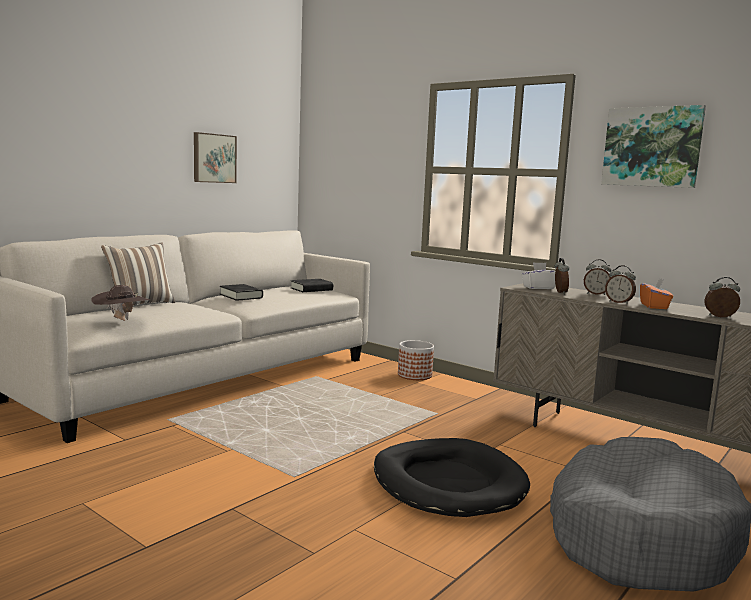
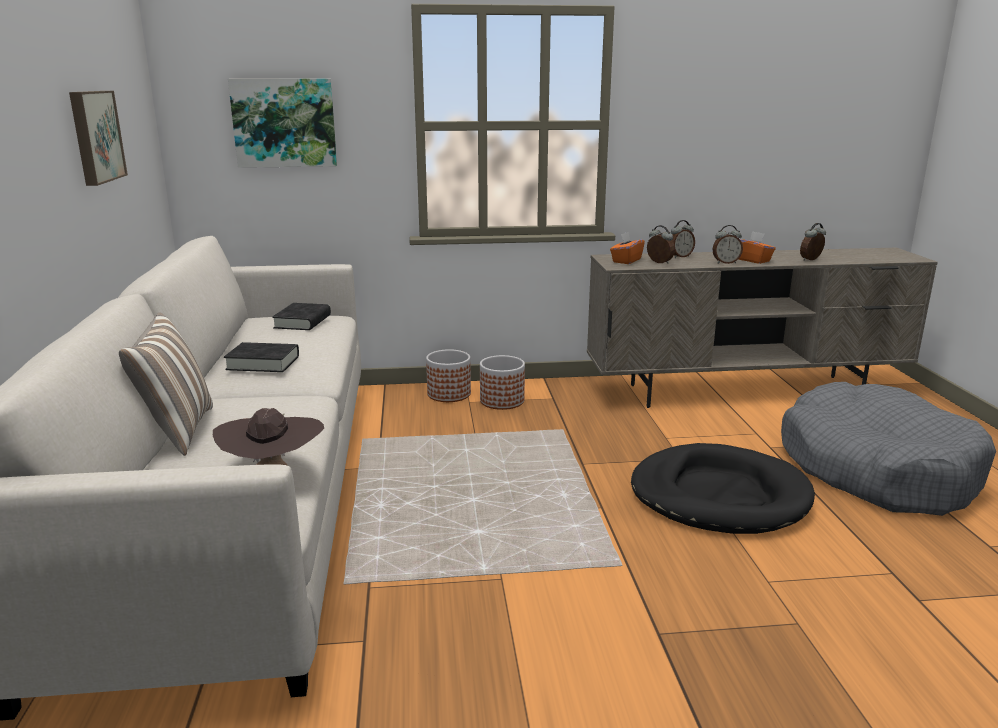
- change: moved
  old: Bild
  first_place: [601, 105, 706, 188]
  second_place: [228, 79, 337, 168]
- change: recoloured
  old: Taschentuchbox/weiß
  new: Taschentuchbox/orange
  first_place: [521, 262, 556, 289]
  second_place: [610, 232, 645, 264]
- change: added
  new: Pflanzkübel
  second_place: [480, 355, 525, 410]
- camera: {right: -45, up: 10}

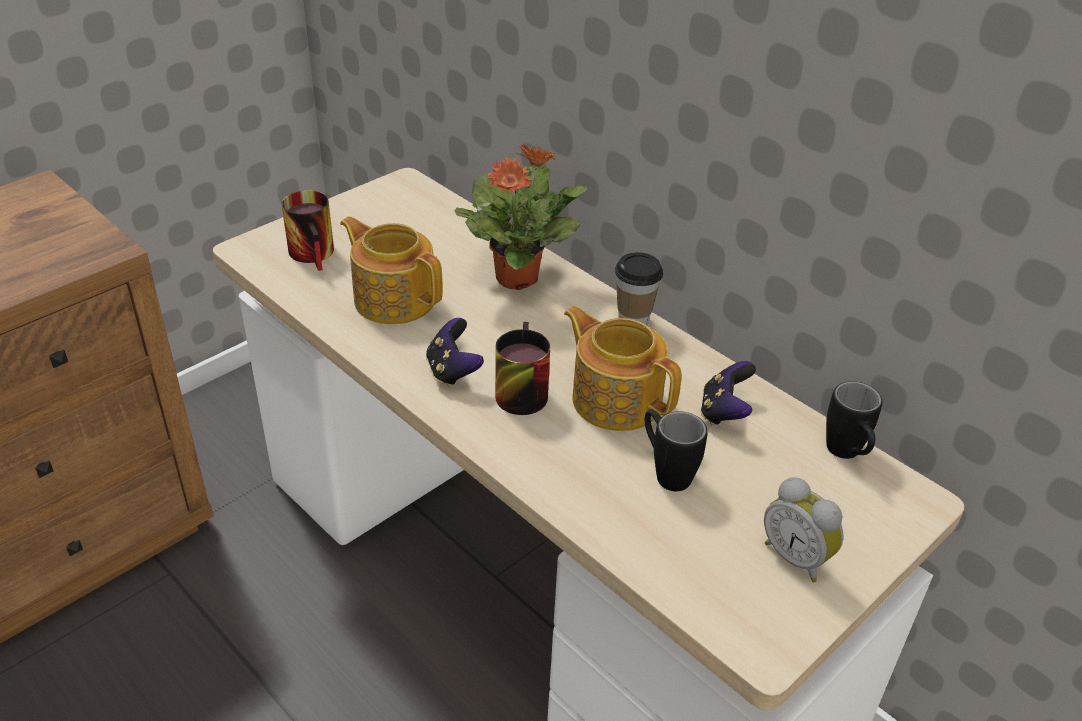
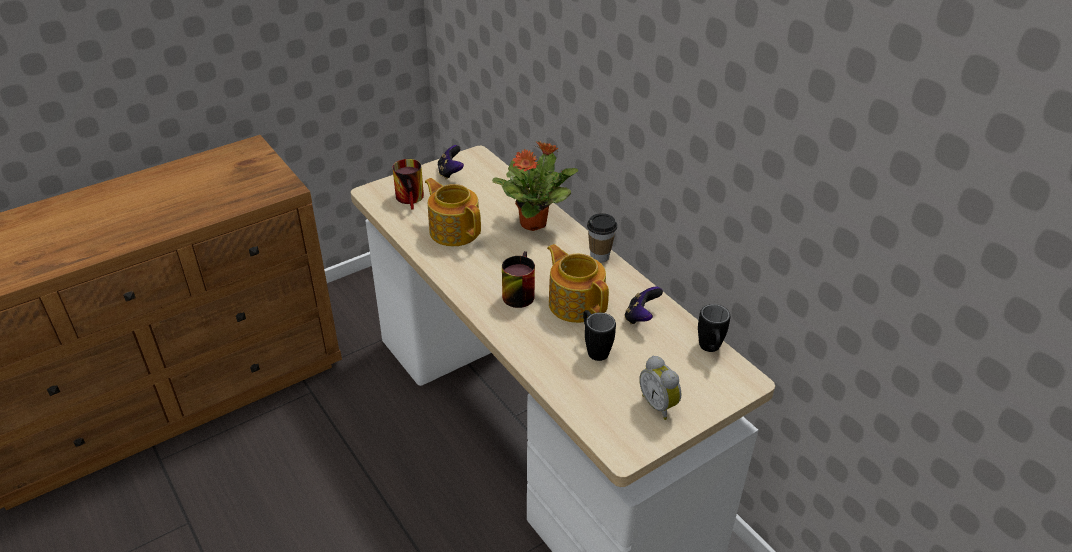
- change: moved
  old: Gamepad
  first_place: [426, 318, 484, 387]
  second_place: [438, 145, 464, 179]
- camera: {right: 10, up: 0}

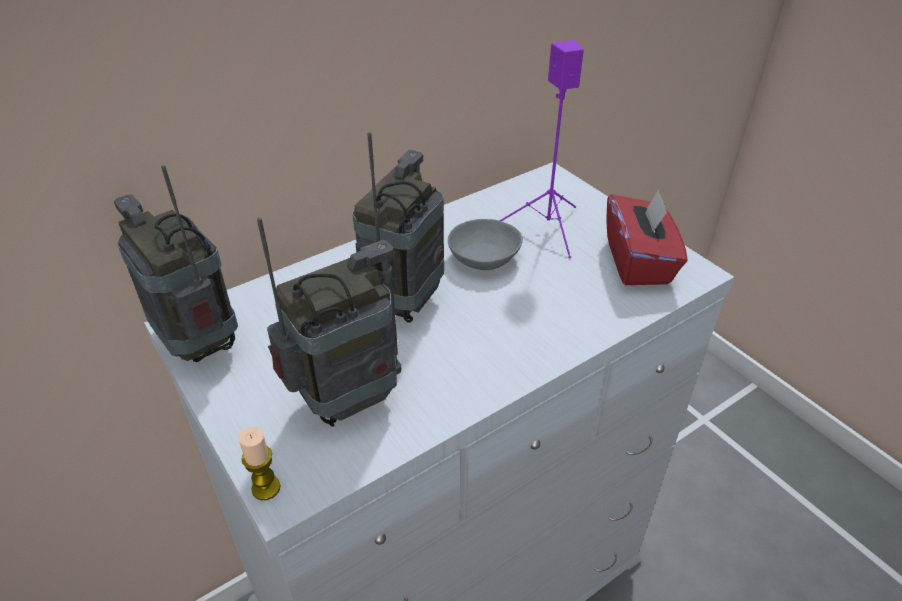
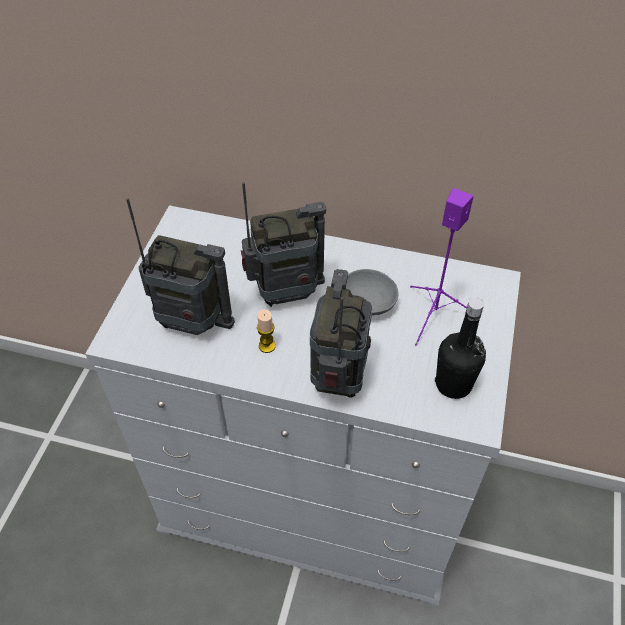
- change: moved
  old: Radio
  first_place: [114, 165, 238, 362]
  second_place: [310, 269, 372, 398]
- change: replaced
  old: Taschentuchbox/rot
  new: Flasche/schwarz
  first_place: [606, 190, 688, 285]
  second_place: [435, 297, 486, 399]
- change: moved
  old: Kerze
  first_place: [238, 427, 281, 500]
  second_place: [257, 309, 276, 353]
- camera: {right: 50, up: 10}

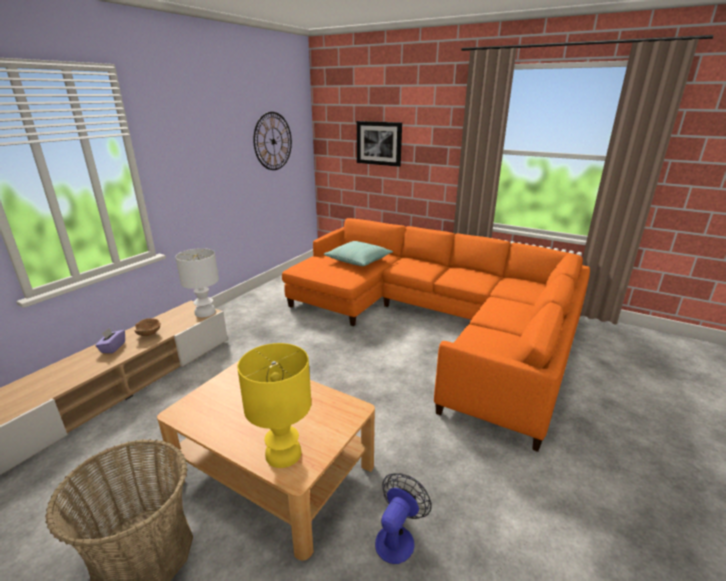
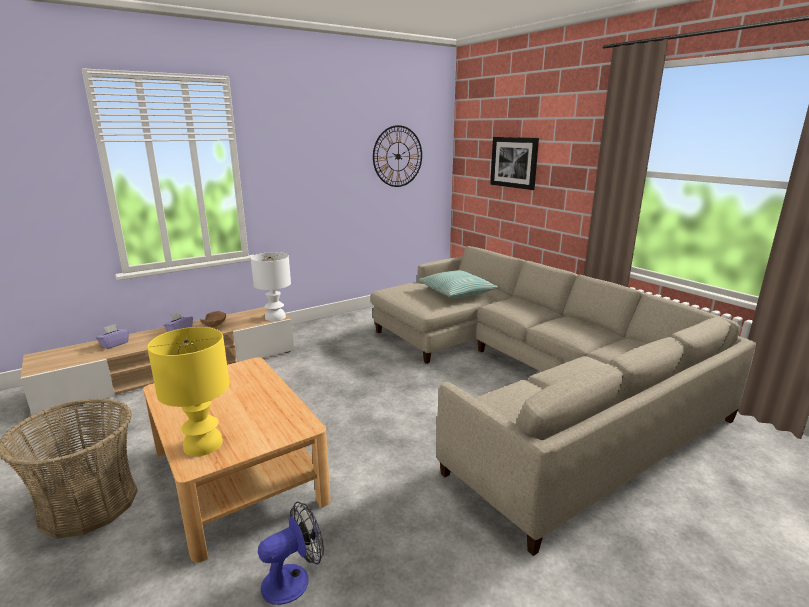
- change: recoloured
  old: Sofa/orange
  new: Sofa/beige
  first_place: [282, 218, 590, 452]
  second_place: [370, 246, 756, 556]
- change: added
  new: Taschentuchbox/lila
  second_place: [96, 324, 129, 349]
- camera: {right: 25, up: -5}

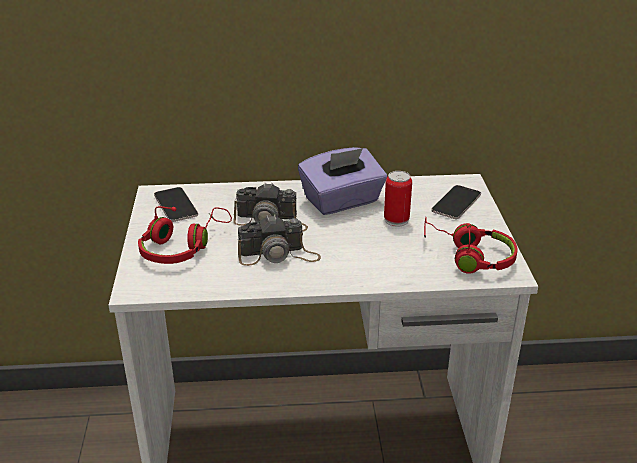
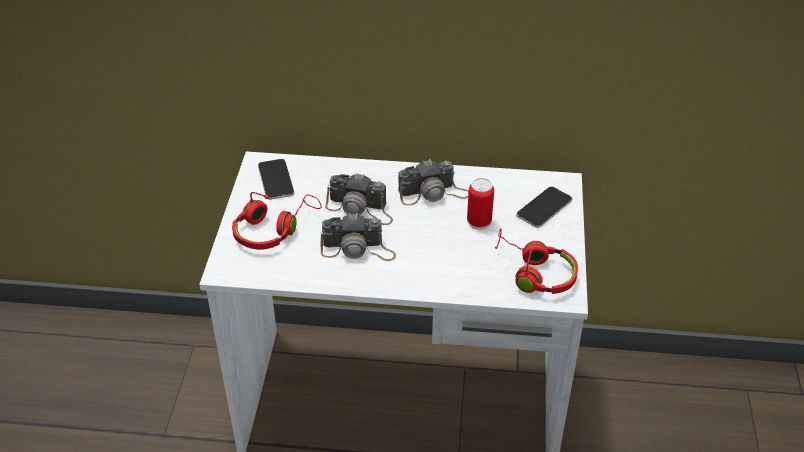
- change: replaced
  old: Taschentuchbox/lila
  new: Kamera
  first_place: [298, 147, 387, 215]
  second_place: [398, 159, 469, 205]
- camera: {right: 10, up: 10}

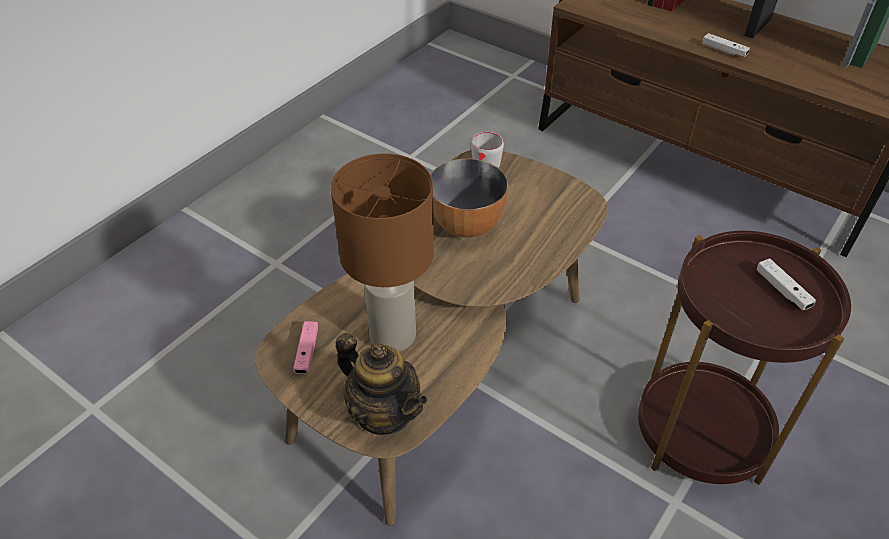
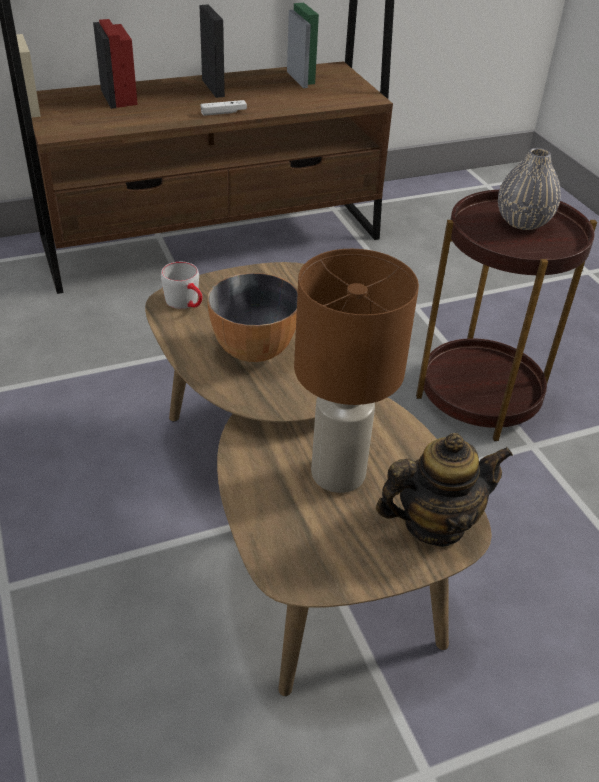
- change: replaced
  old: Gamepad/weiß
  new: Vase/grau
  first_place: [757, 258, 816, 310]
  second_place: [498, 148, 561, 230]
- change: removed
  old: Gamepad/rosa
  first_place: [293, 321, 318, 374]
- camera: {right: -60, up: -5}

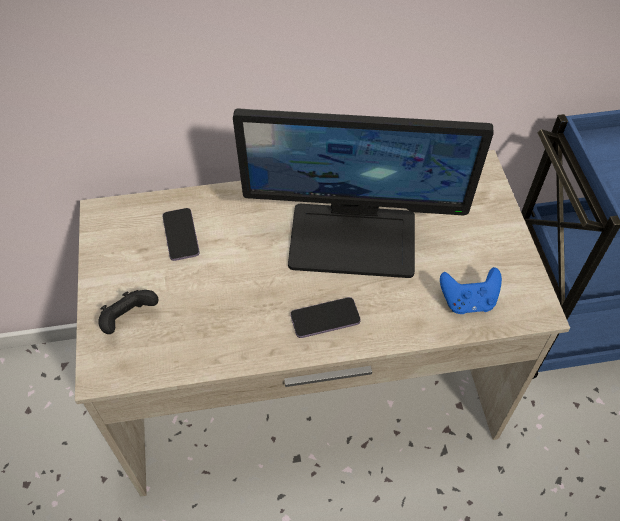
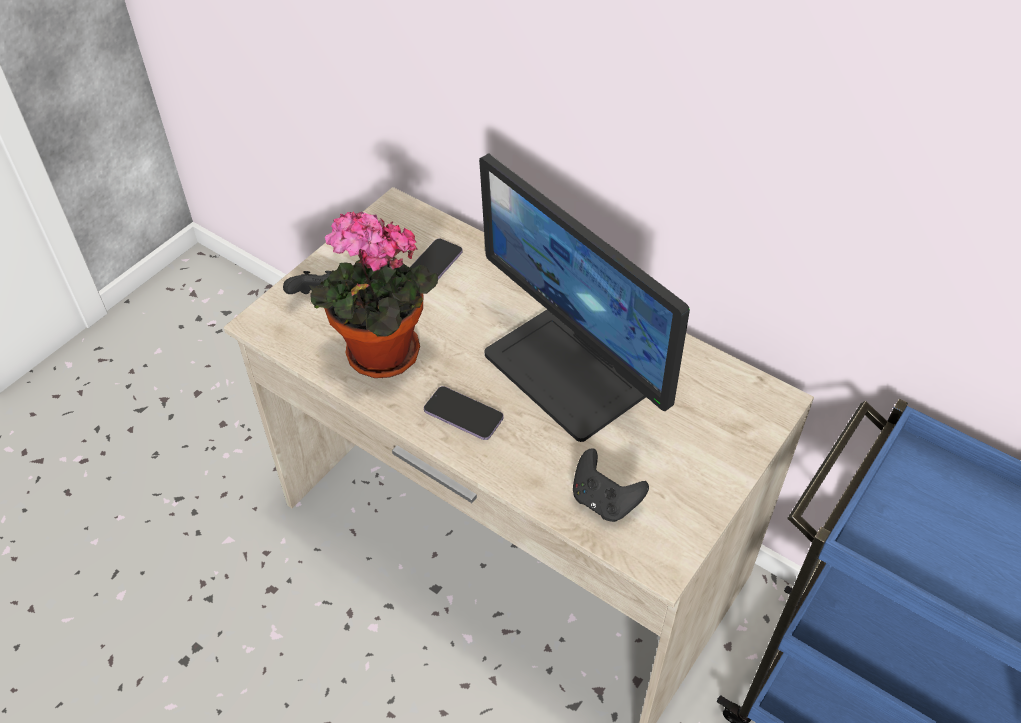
- change: recoloured
  old: Gamepad/blau
  new: Gamepad/schwarz
  first_place: [440, 267, 502, 314]
  second_place: [573, 448, 649, 522]
- change: added
  new: Topfpflanze
  second_place: [309, 212, 438, 378]
- camera: {right: 45, up: -5}

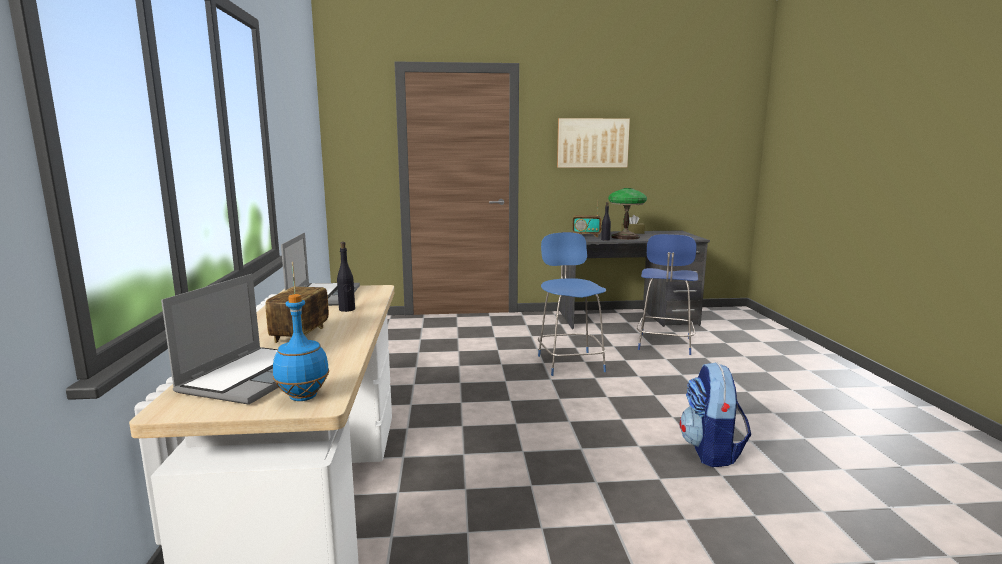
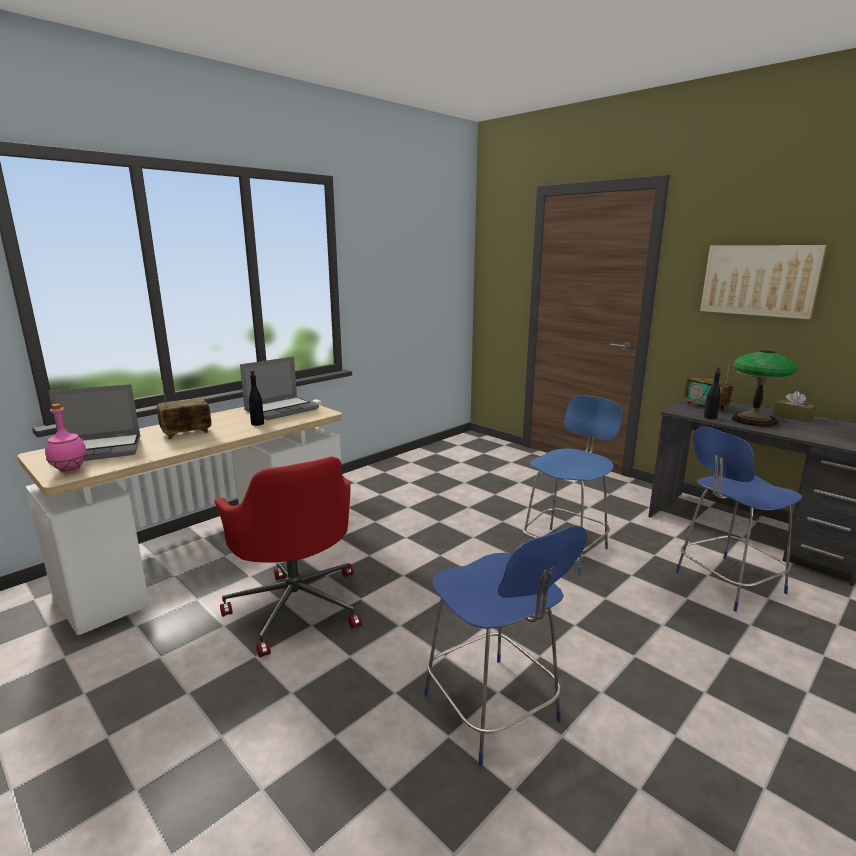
- change: recoloured
  old: Flasche/blau
  new: Flasche/rosa
  first_place: [273, 294, 329, 401]
  second_place: [45, 404, 87, 473]
- change: replaced
  old: Rucksack
  new: Stuhl/blau
  first_place: [680, 362, 751, 467]
  second_place: [424, 525, 587, 767]
- change: added
  new: Bürostuhl/rot
  second_place: [214, 457, 362, 658]
- camera: {right: 50, up: 5}

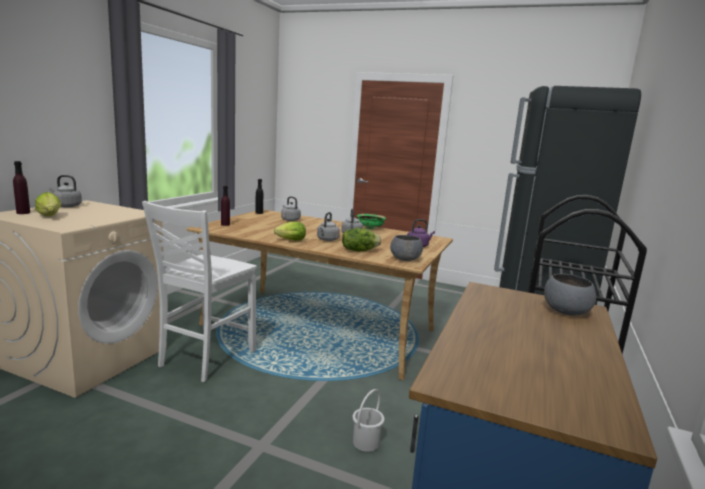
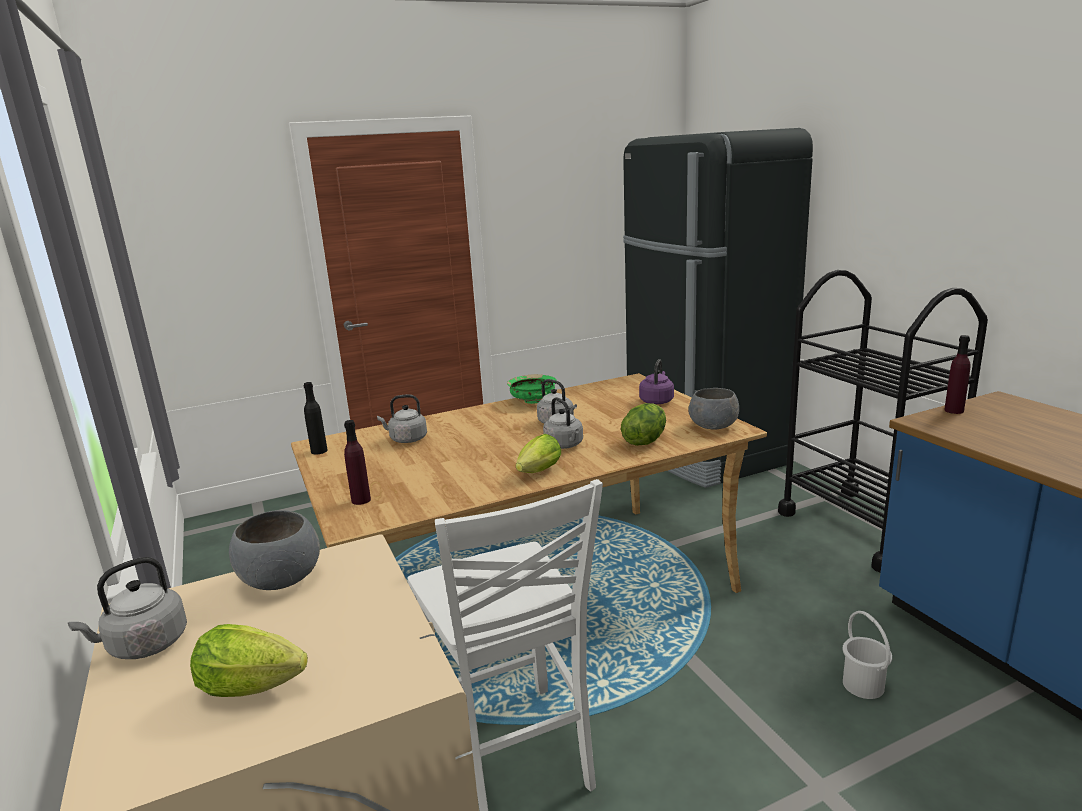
- change: moved
  old: Flasche/lila
  first_place: [13, 161, 30, 214]
  second_place: [944, 335, 970, 414]
- change: moved
  old: Schüssel/grau
  first_place: [544, 274, 596, 316]
  second_place: [229, 510, 320, 590]
- camera: {right: -45, up: 5}

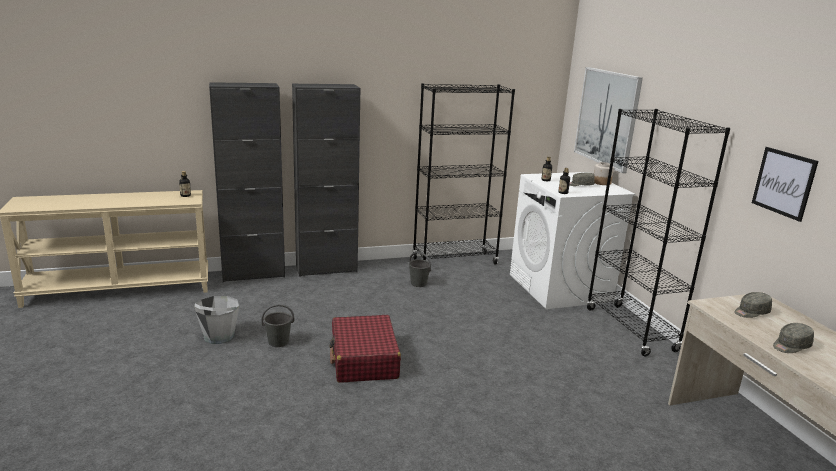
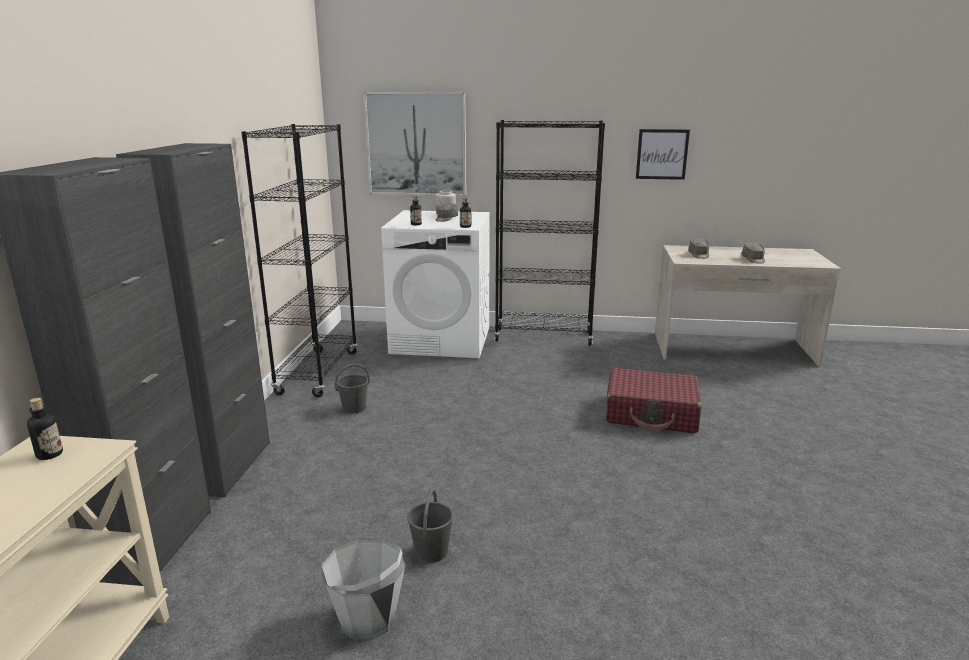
- change: moved
  old: Koffer/rot
  first_place: [329, 315, 401, 383]
  second_place: [606, 368, 702, 433]
- camera: {right: -65, up: 0}

